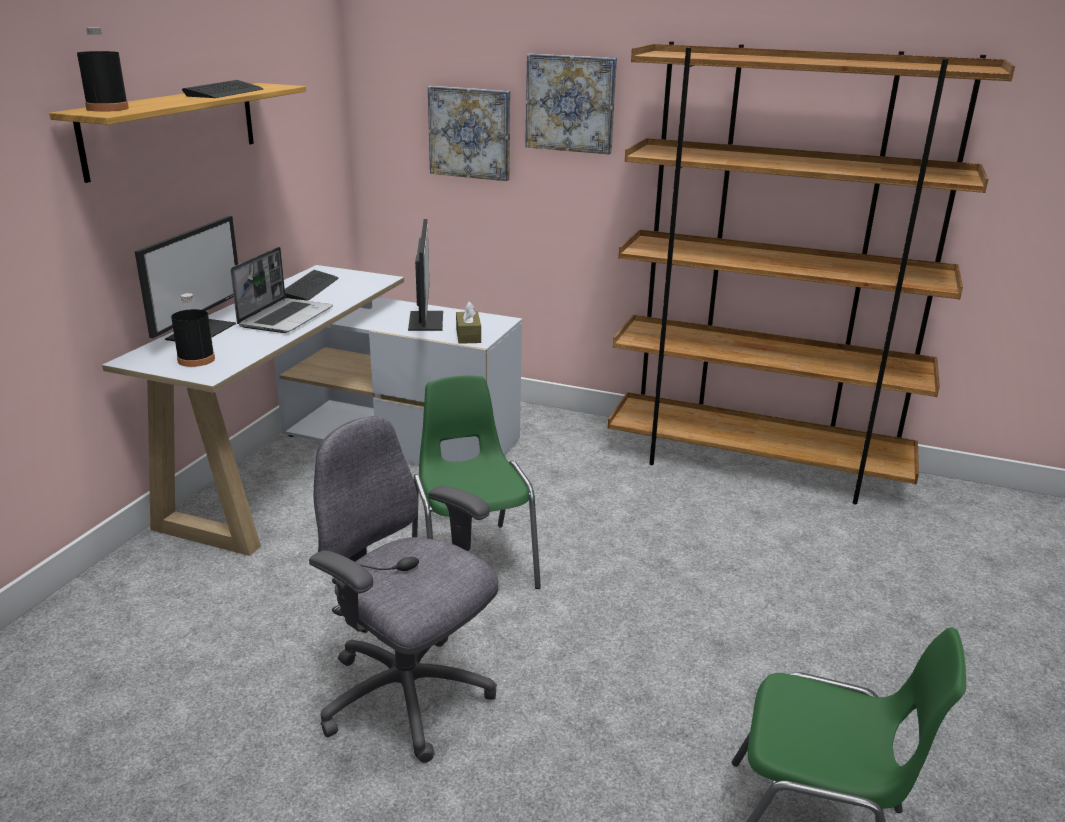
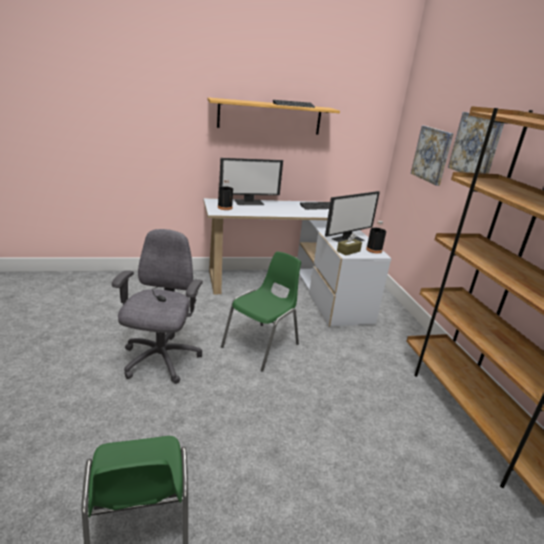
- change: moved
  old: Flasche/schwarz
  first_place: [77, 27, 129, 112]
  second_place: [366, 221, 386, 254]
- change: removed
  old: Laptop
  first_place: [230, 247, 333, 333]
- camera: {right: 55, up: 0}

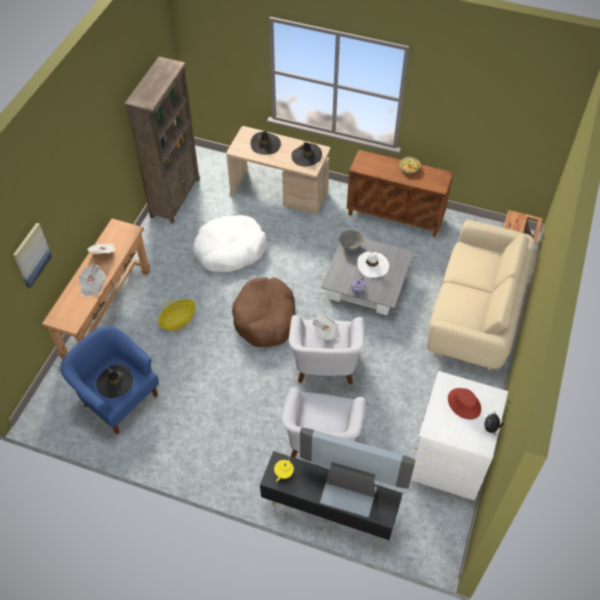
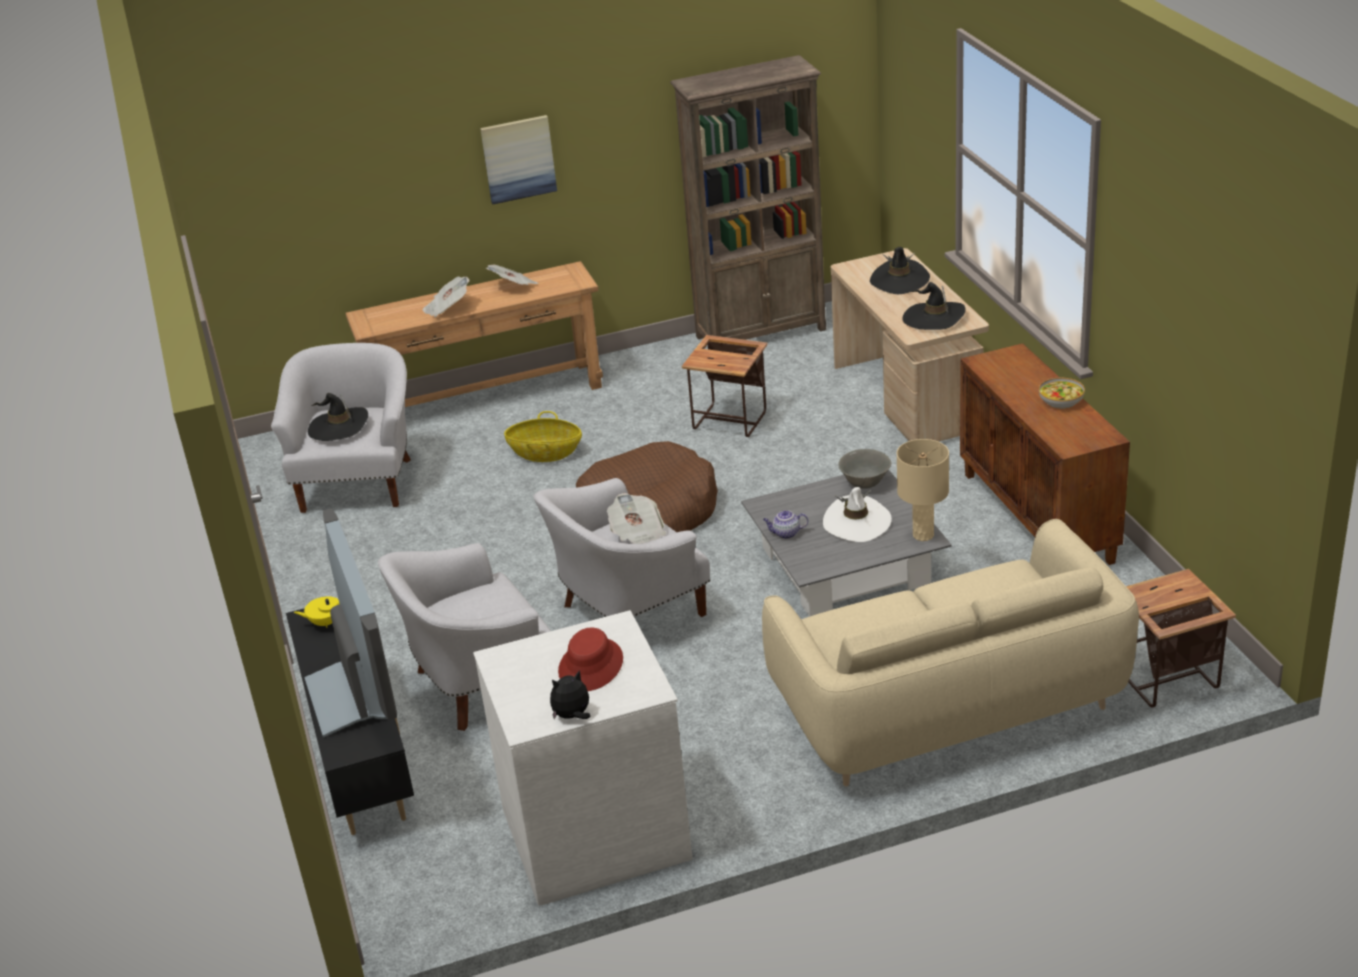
- change: replaced
  old: Hundebett/weiß
  new: Beistelltisch
  first_place: [193, 215, 267, 272]
  second_place: [682, 335, 768, 437]
- change: moved
  old: Bild
  first_place: [13, 223, 52, 288]
  second_place: [480, 115, 557, 204]
- change: recoloured
  old: Sessel/blau
  new: Sessel/weiß
  first_place: [60, 326, 159, 435]
  second_place: [271, 343, 411, 513]
- change: added
  new: Tischlampe/beige
  second_place: [897, 439, 949, 541]
- camera: {right: 55, up: -20}

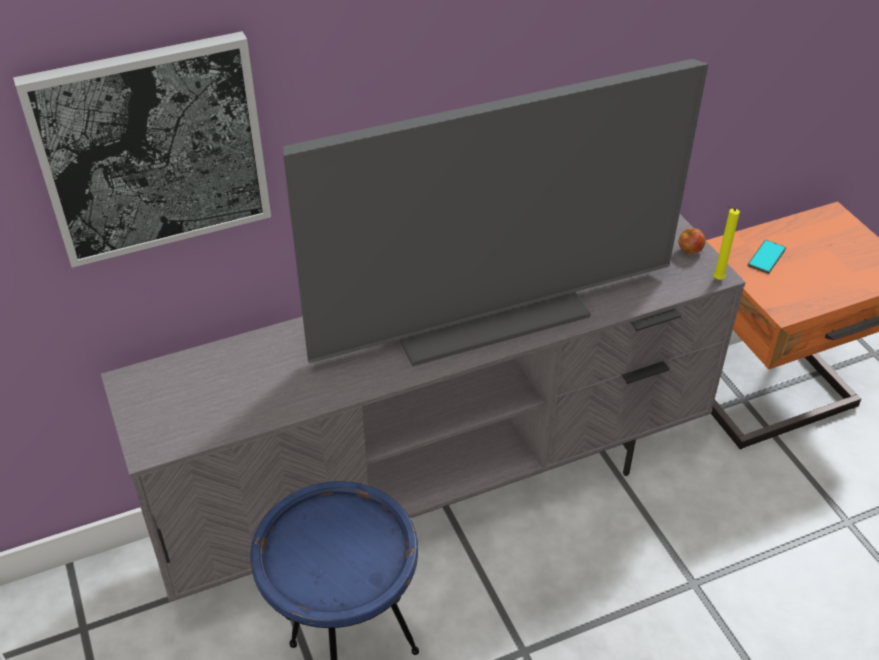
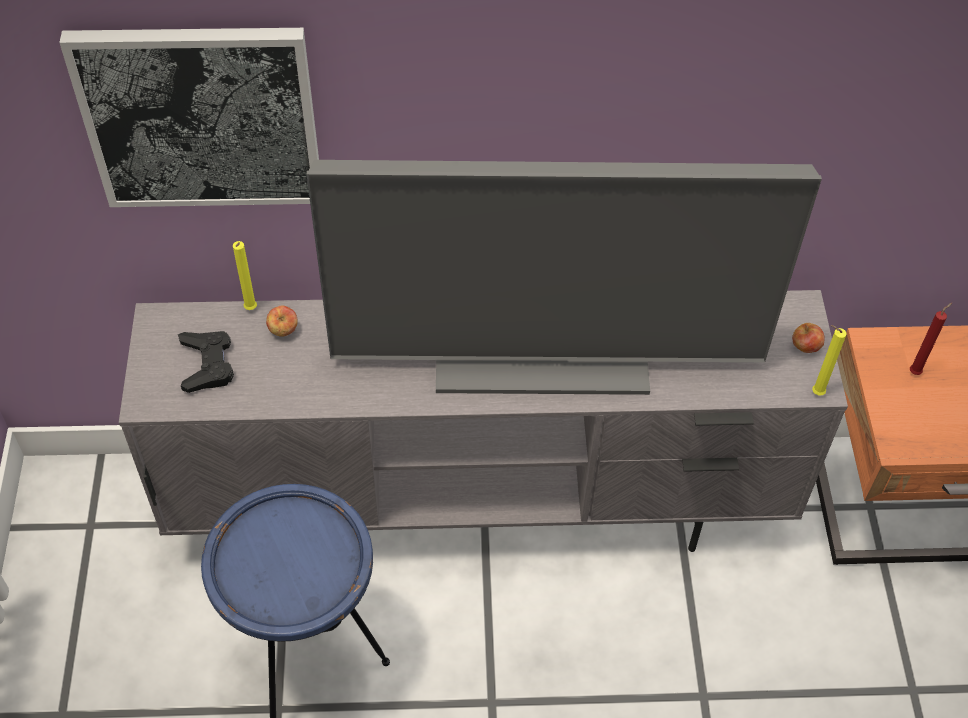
- change: replaced
  old: Handy
  new: Kerze/rot
  first_place: [748, 240, 786, 274]
  second_place: [910, 303, 952, 375]
- change: added
  new: Kerze/gelb
  second_place: [233, 241, 257, 310]
- change: added
  new: Apfel
  second_place: [266, 305, 298, 337]
- change: added
  new: Gamepad/schwarz
  second_place: [178, 331, 234, 393]
- camera: {right: 20, up: 10}

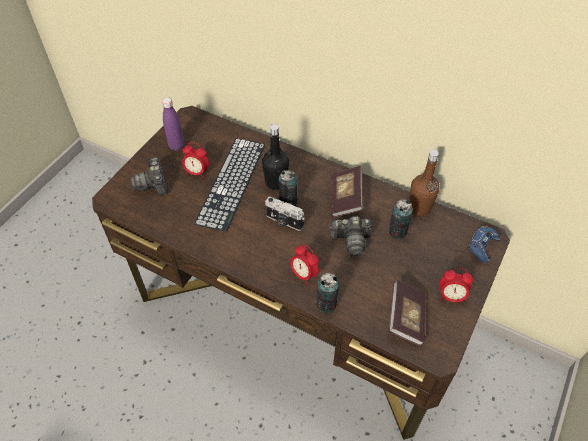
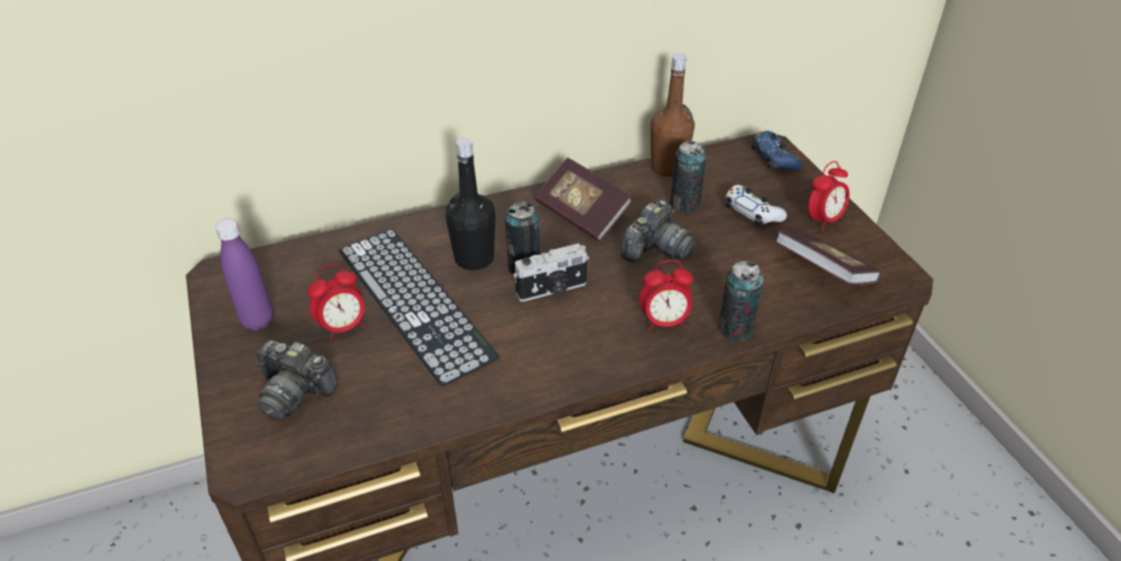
- change: added
  new: Gamepad/weiß
  second_place: [726, 185, 787, 227]
- camera: {right: -50, up: -10}

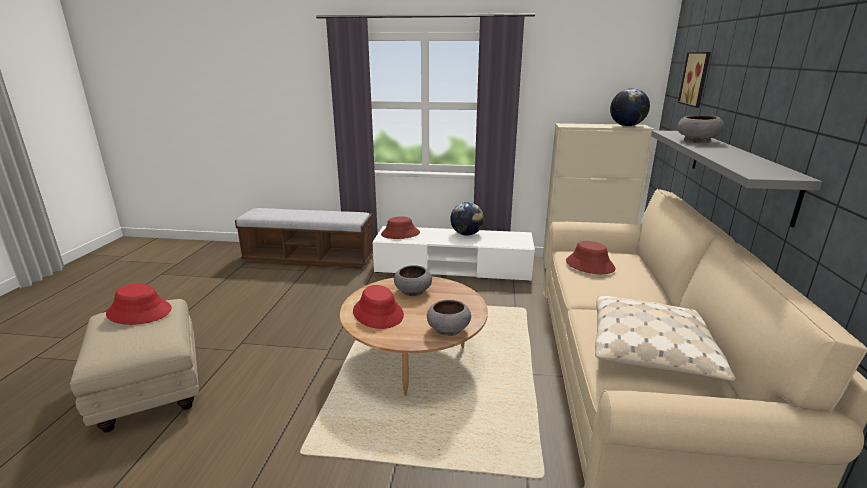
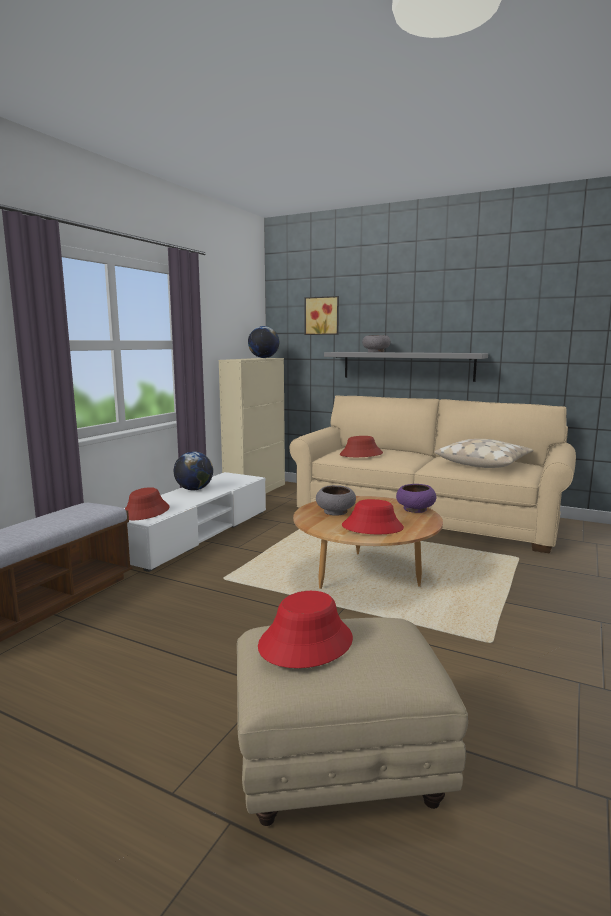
- change: recoloured
  old: Schüssel/grau
  new: Schüssel/lila
  first_place: [427, 300, 471, 336]
  second_place: [396, 484, 437, 513]
- camera: {right: -70, up: -10}

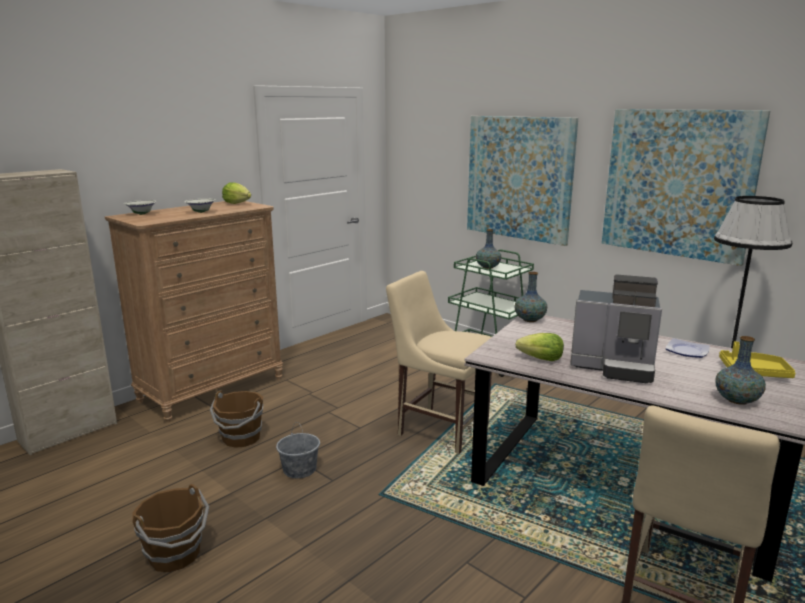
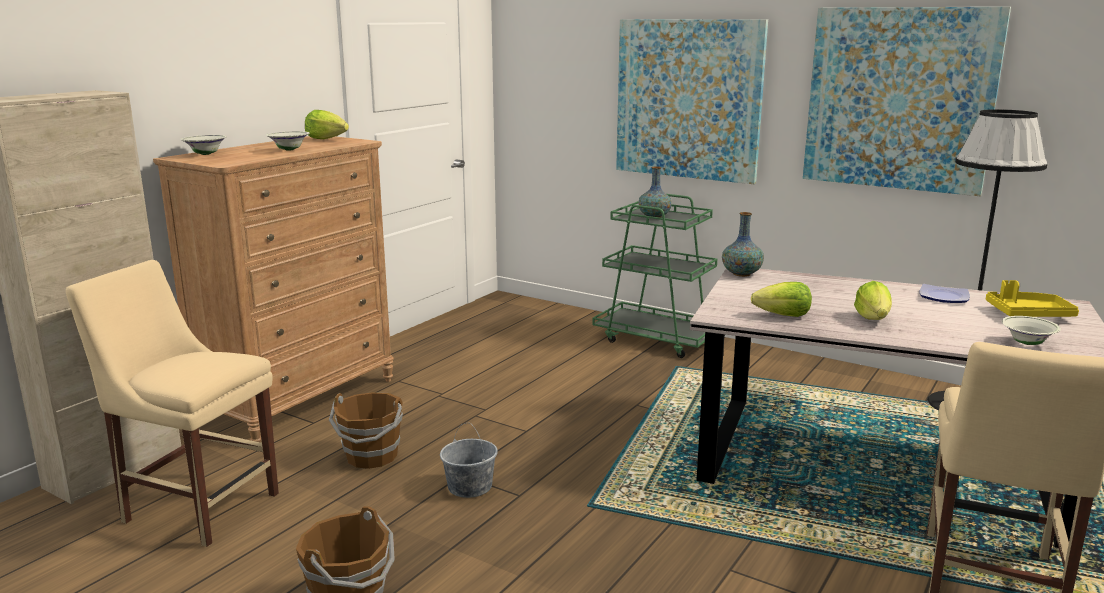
- change: moved
  old: Stuhl/beige
  first_place: [386, 271, 492, 454]
  second_place: [66, 260, 279, 547]
- change: replaced
  old: Kaffeemaschine
  new: Salatkopf
  first_place: [570, 275, 662, 383]
  second_place: [854, 281, 892, 320]
- change: replaced
  old: Vase
  new: Schüssel/weiß
  first_place: [716, 336, 766, 405]
  second_place: [1001, 316, 1061, 345]
- camera: {right: -10, up: 0}

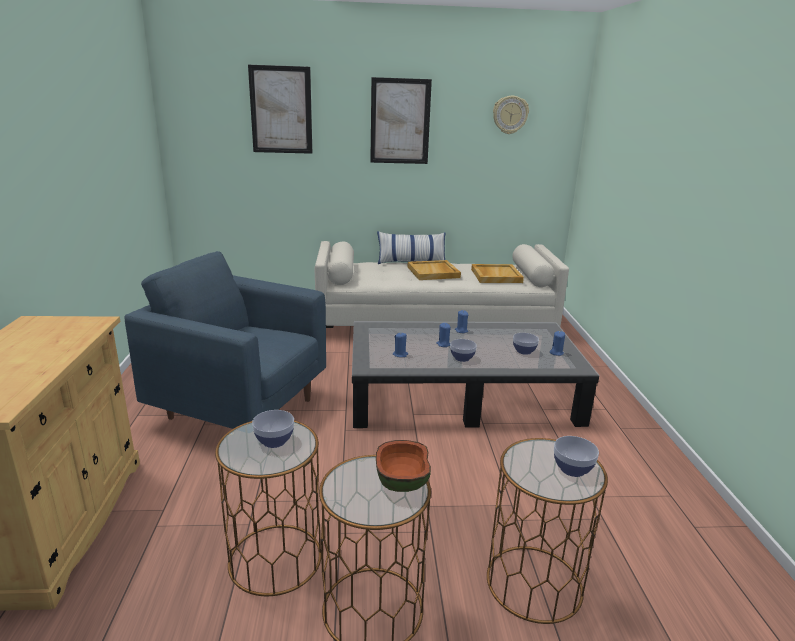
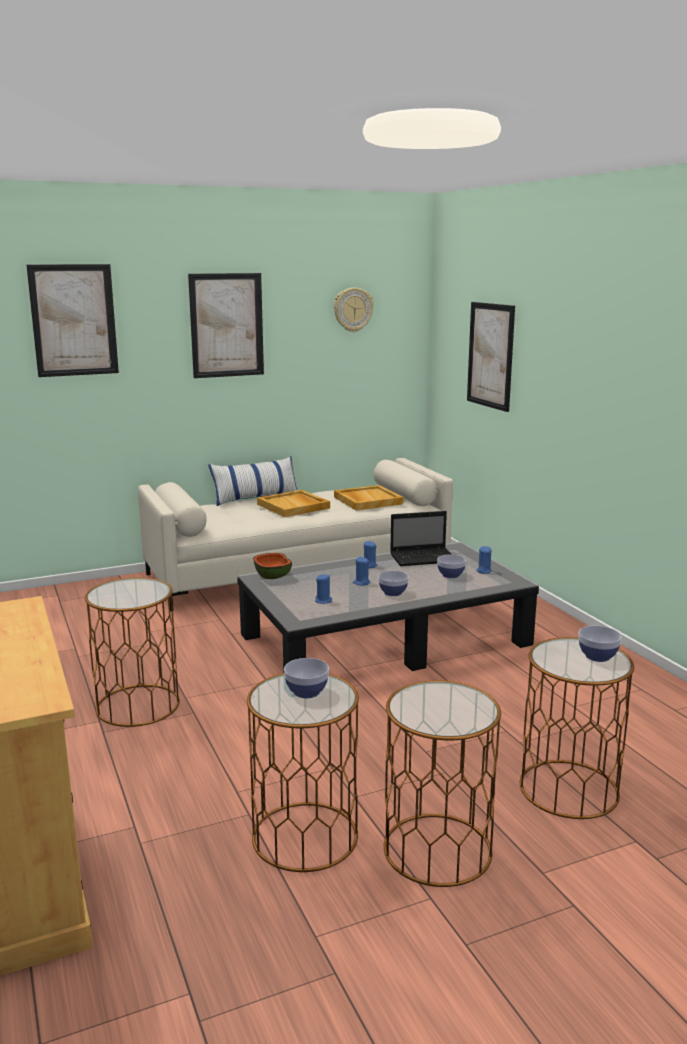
- change: replaced
  old: Sessel/blau
  new: Beistelltisch/braun
  first_place: [125, 251, 326, 429]
  second_place: [85, 578, 180, 727]
- change: moved
  old: Schüssel
  first_place: [376, 440, 431, 492]
  second_place: [253, 553, 292, 579]
- change: added
  new: Bild
  second_place: [467, 302, 515, 412]
- change: added
  new: Laptop
  second_place: [390, 511, 451, 566]
- camera: {right: -20, up: -5}

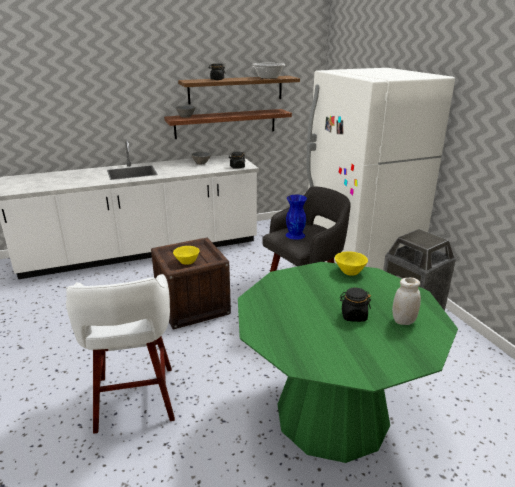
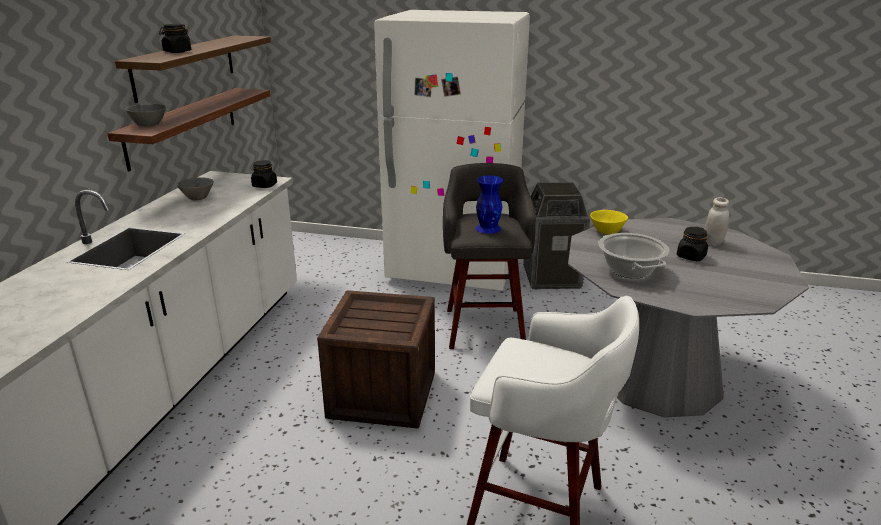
- change: moved
  old: Kochtopf
  first_place: [253, 63, 285, 79]
  second_place: [598, 233, 669, 279]
- change: removed
  old: Schüssel/gelb
  first_place: [173, 246, 200, 265]
- change: recoloured
  old: Esstisch/grün
  new: Esstisch/grau
  first_place: [238, 262, 458, 463]
  second_place: [568, 218, 809, 418]
- camera: {right: -55, up: 0}

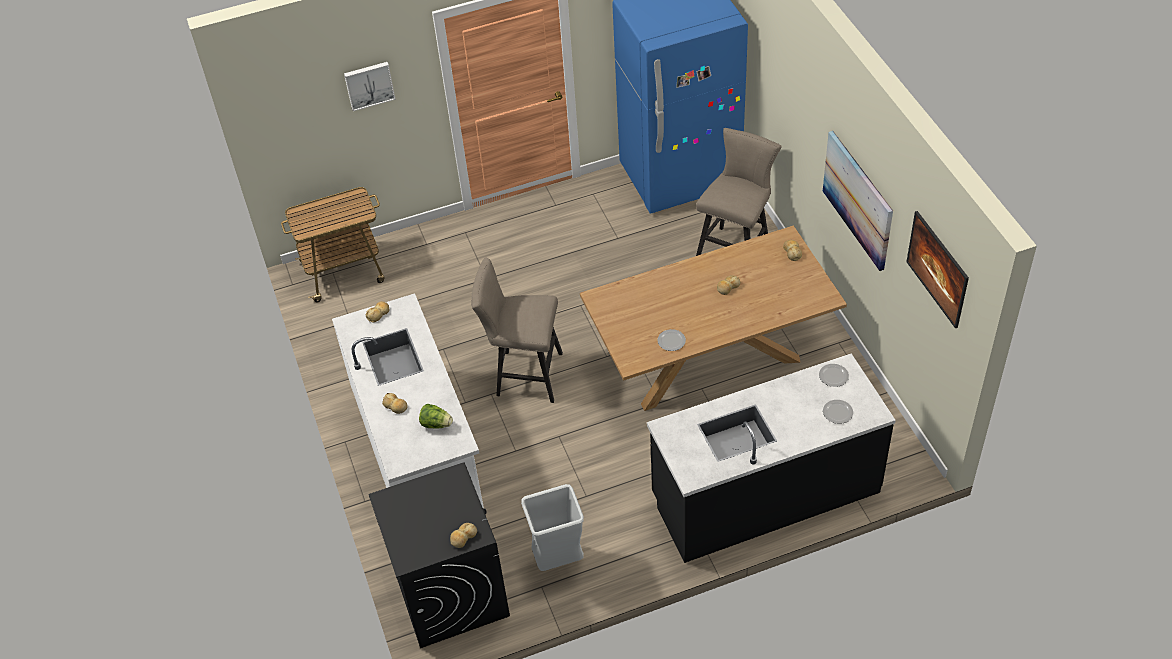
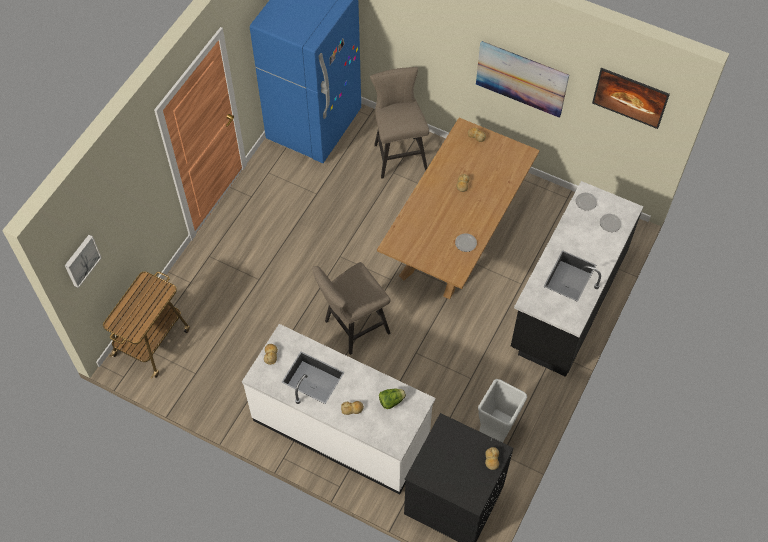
- change: moved
  old: Bild
  first_place: [344, 62, 396, 111]
  second_place: [65, 235, 102, 288]
- camera: {right: -45, up: 10}

